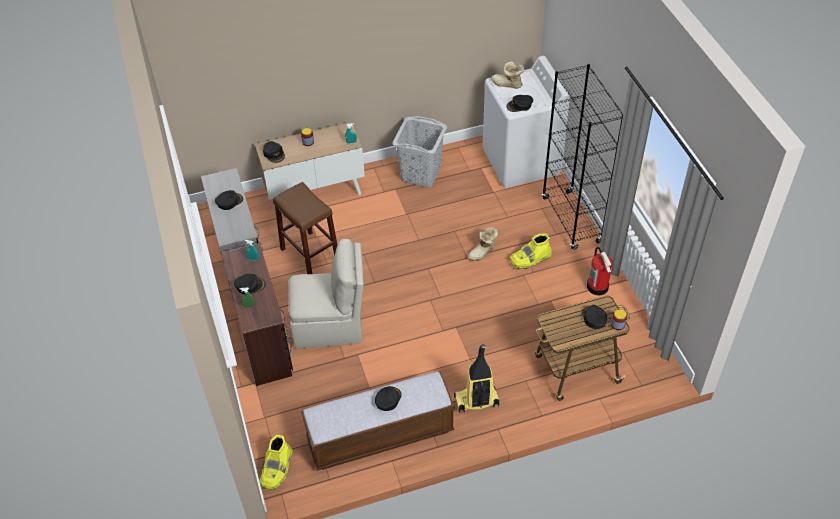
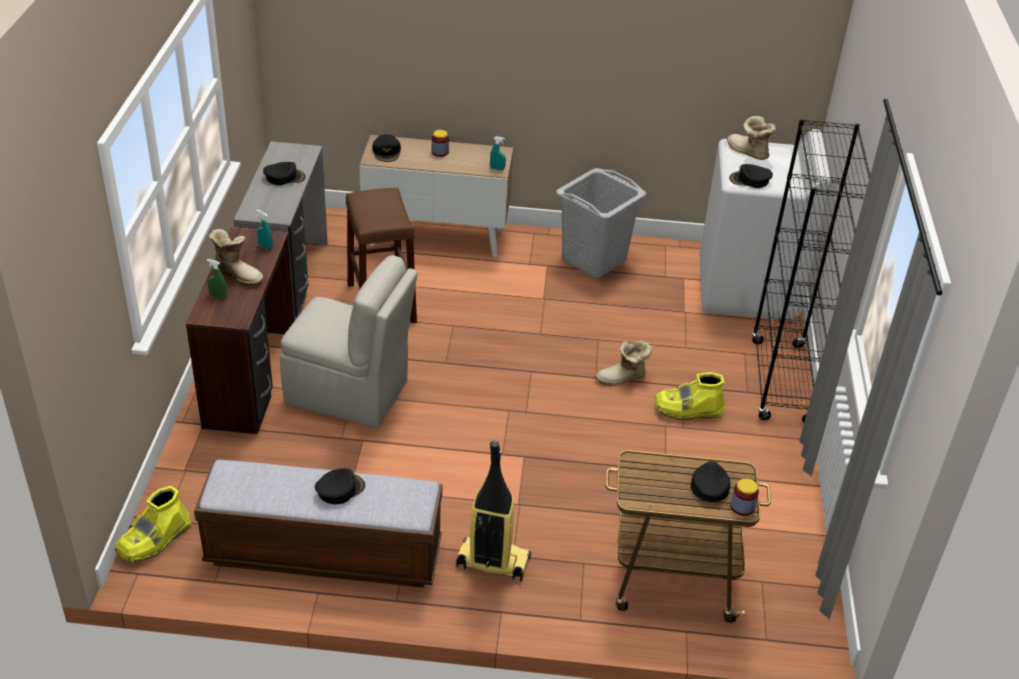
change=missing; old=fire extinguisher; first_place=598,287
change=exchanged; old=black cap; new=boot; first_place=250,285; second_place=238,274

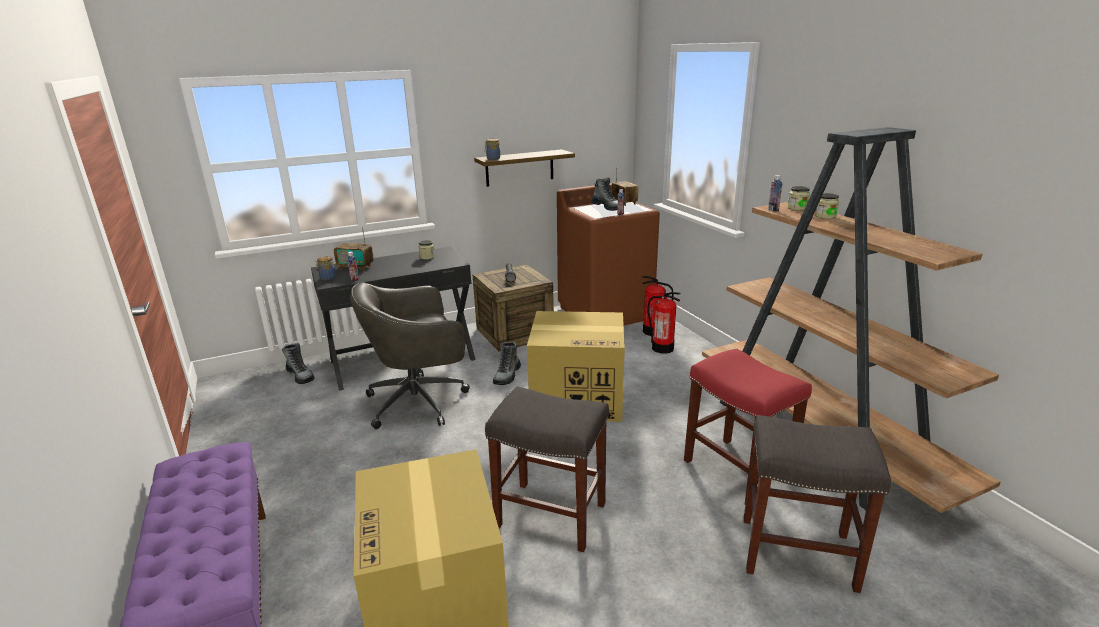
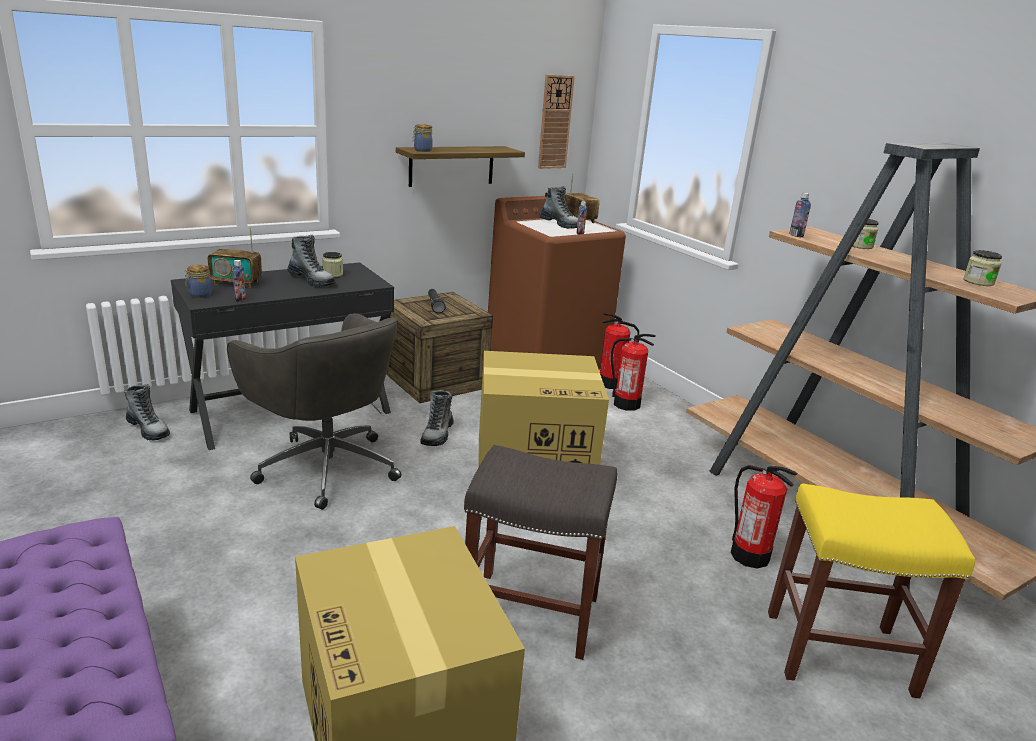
change=appeared; new=boot; second_place=312,280
change=appeared; new=wall clock; second_place=555,122
change=relocated; old=jar; first_place=797,208; second_place=978,282
change=exchanged; old=red stool; new=fire extinguisher; first_place=738,471; second_place=749,555
change=colour; old=grey stool; new=yellow stool; first_place=795,553; second_place=837,653
change=spun; old=grey office chair; first_place=419,401; second_place=326,466; degrees=-105

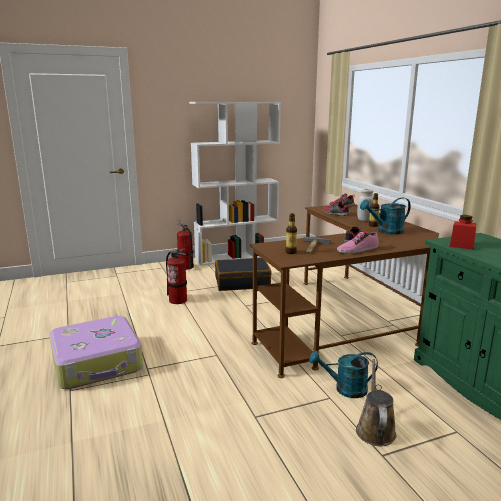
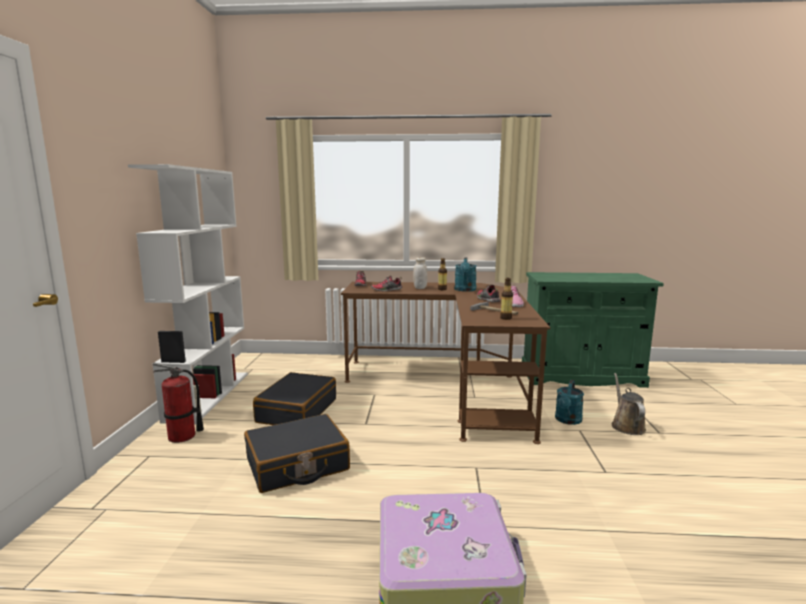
change=missing; old=red jar; first_place=461,245
change=exchanged; old=fire extinguisher; new=black suitcase; first_place=178,300; second_place=297,465
change=spun; old=brown watering can; first_place=375,429; second_place=626,425; degrees=60

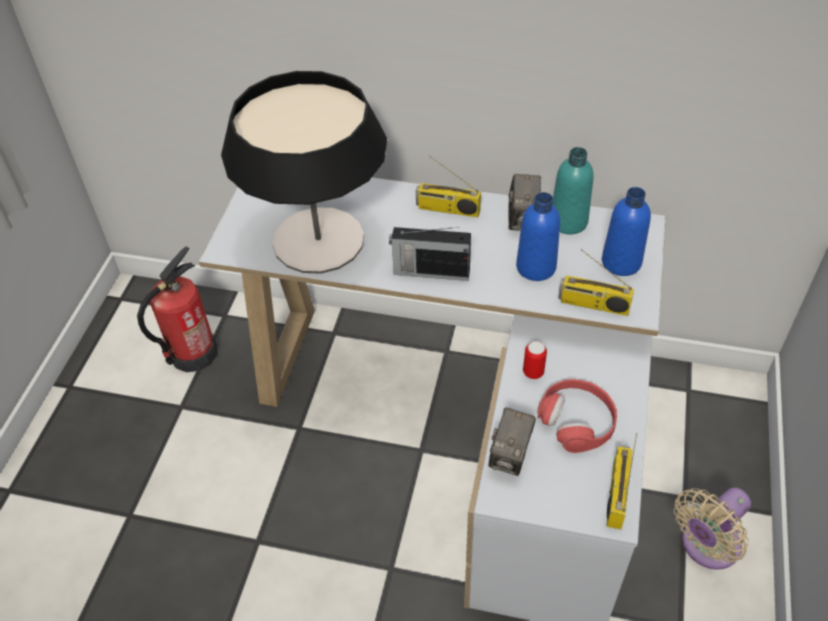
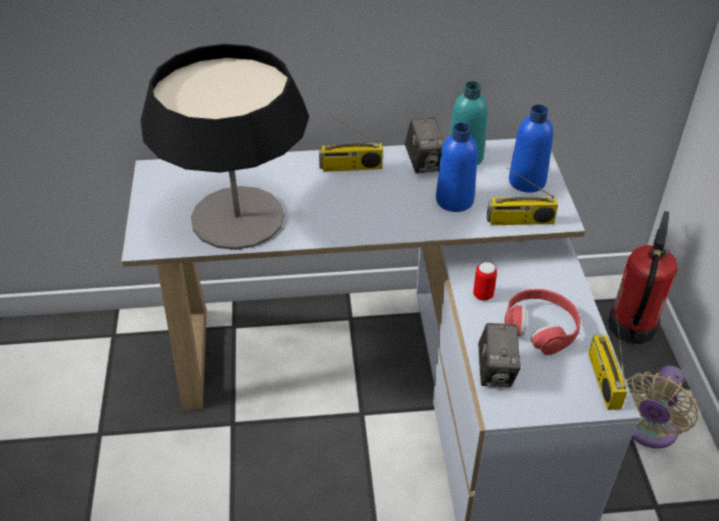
change=missing; old=radio; first_place=430,271
change=relocated; old=fire extinguisher; first_place=192,354; second_place=631,326

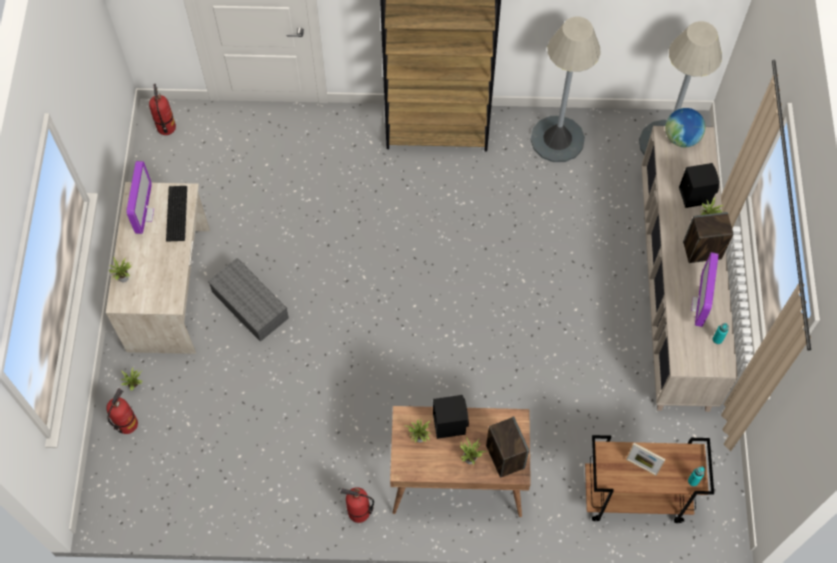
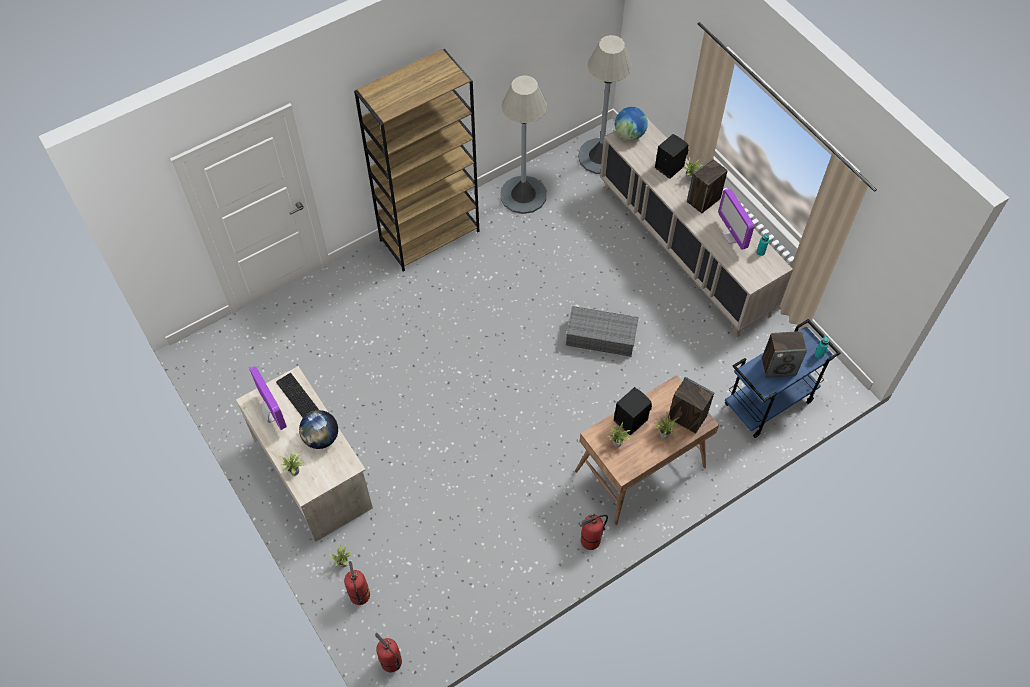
change=appeared; new=globe; second_place=321,438
change=relocated; old=fire extinguisher; first_place=166,127; second_place=391,662
change=relocated; old=grey storage box; first_place=251,305; second_place=602,336
change=exchanged; old=picture frame; new=speaker; first_place=641,466; second_place=779,366
change=colour; old=brown cart; new=blue cart; first_place=634,496; second_place=768,404

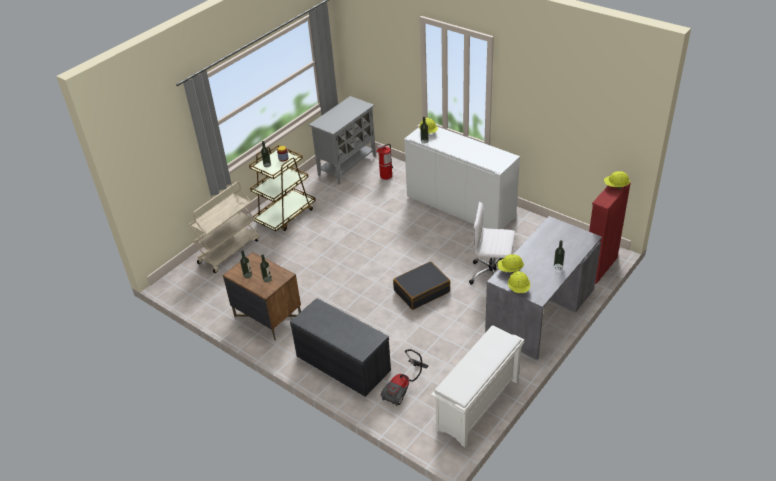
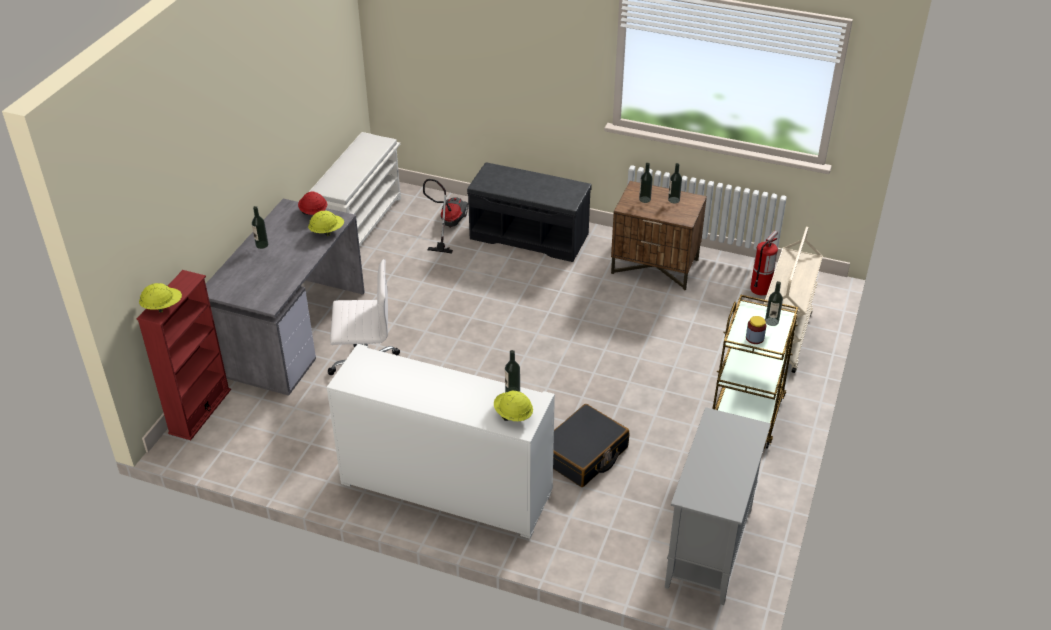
change=relocated; old=fire extinguisher; first_place=386,176; second_place=760,289
change=relocated; old=black suitcase; first_place=421,291; second_place=584,454
change=colour; old=yellow hard hat; new=red hard hat; first_place=518,288; second_place=313,212

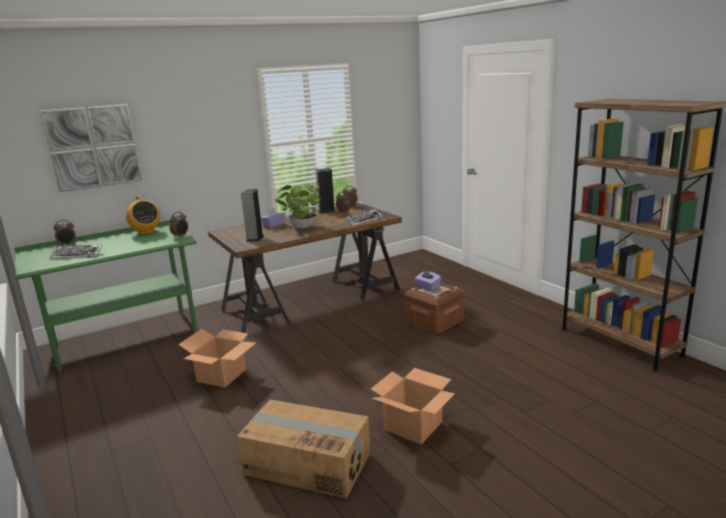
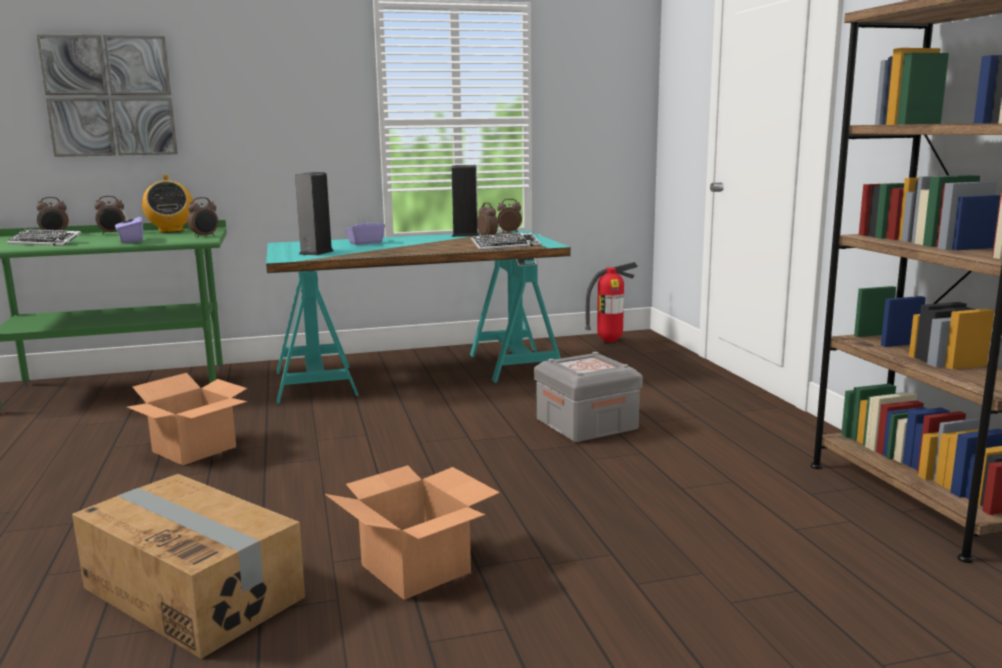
change=missing; old=potted plant; first_place=301,227
change=appeared; new=alarm clock; second_place=112,233
change=appeared; new=fire extinguisher; second_place=609,341
change=relocated; old=purple tissue box; first_place=427,287; second_place=131,241
change=colour; old=brown desk; new=turquoise desk; first_place=312,299; second_place=418,373
change=colour; old=brown storage box; new=grey storage box; first_place=434,321; second_place=586,424

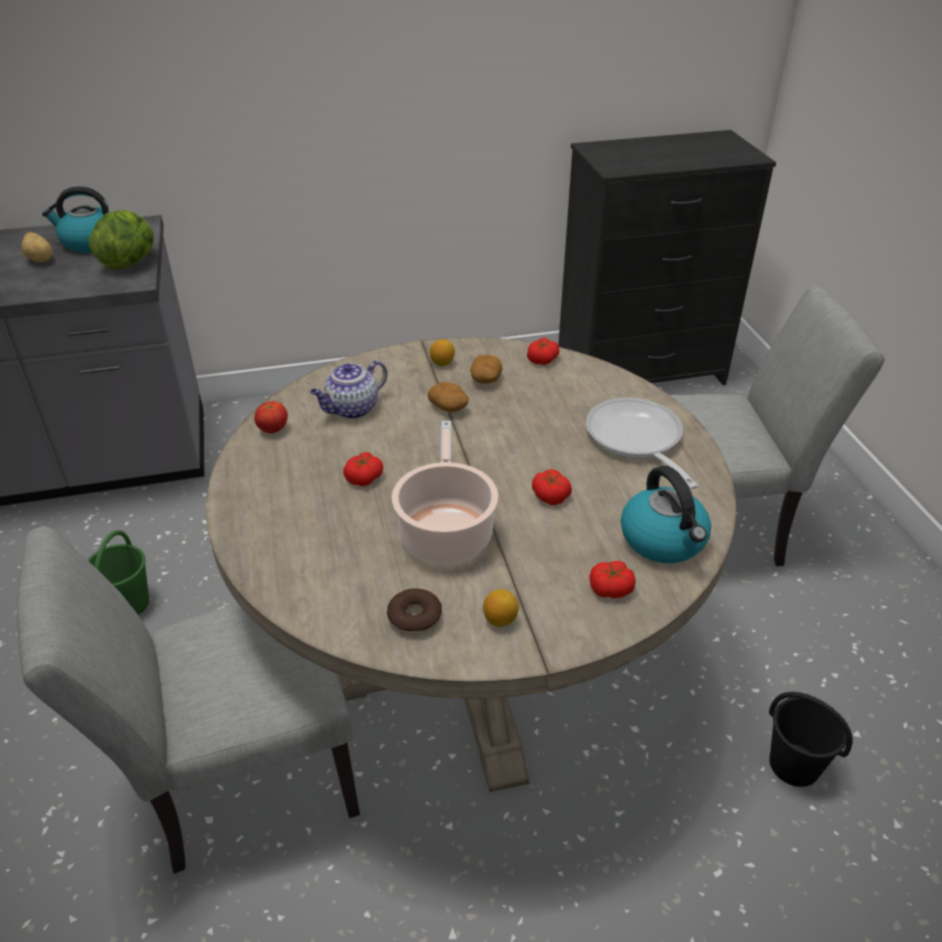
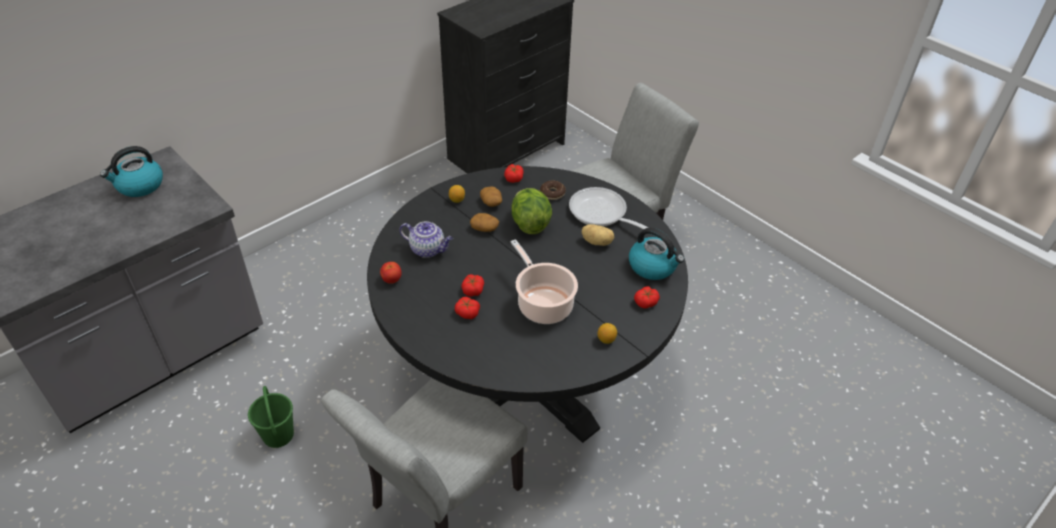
change=missing; old=black bucket; first_place=793,764
change=relocated; old=potato; first_place=41,259; second_place=597,242
change=relocated; old=lettuce; first_place=130,262; second_place=529,224
change=relocated; old=donut; first_place=414,618; second_place=552,193
change=relocated; old=tomato; first_place=550,496; second_place=467,313
change=colour; old=beige dining table; new=black dining table; first_place=470,660; second_place=524,377
change=spun; old=teapot; first_place=351,409; second_place=428,250; degrees=-90

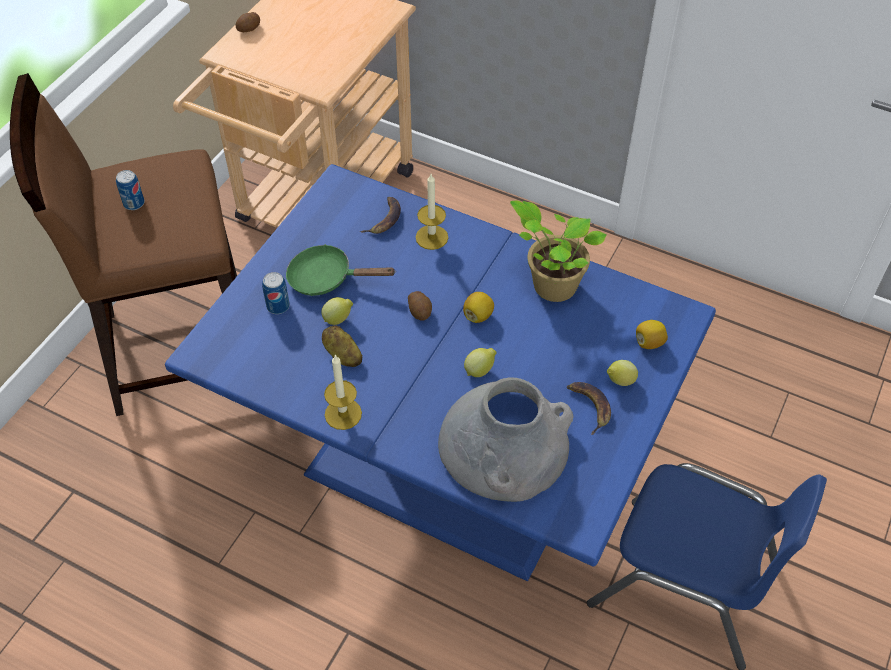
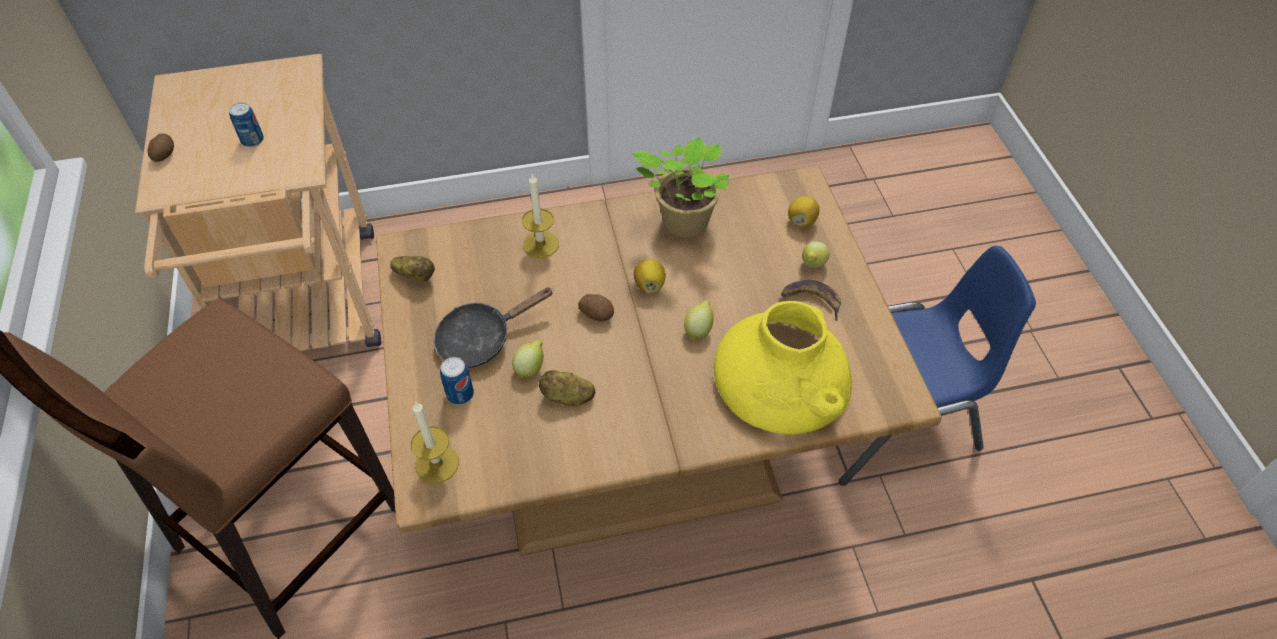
change=missing; old=banana; first_place=384,219
change=appeared; new=potato; second_place=415,275
change=relocated; old=can; first_place=134,203; second_place=252,140
change=relocated; old=candle; first_place=343,414; second_place=437,464
change=colour; old=blue dining table; new=brown dining table; first_place=445,472; second_place=638,463
change=colour; old=green frying pan; new=black frying pan; first_place=327,278; second_place=481,339
change=colour; old=grey vase; new=yellow vase; first_place=505,444; second_place=782,376

